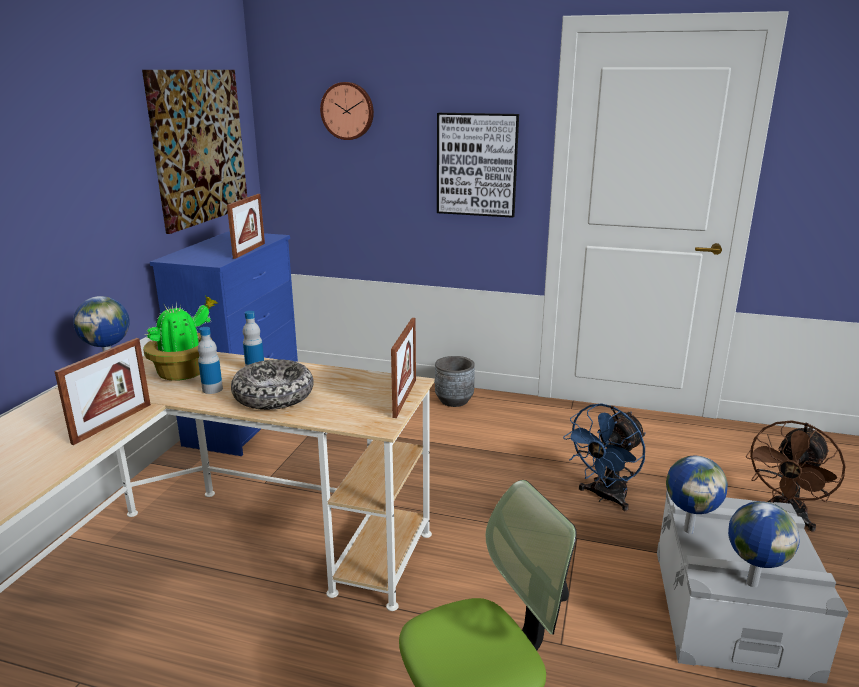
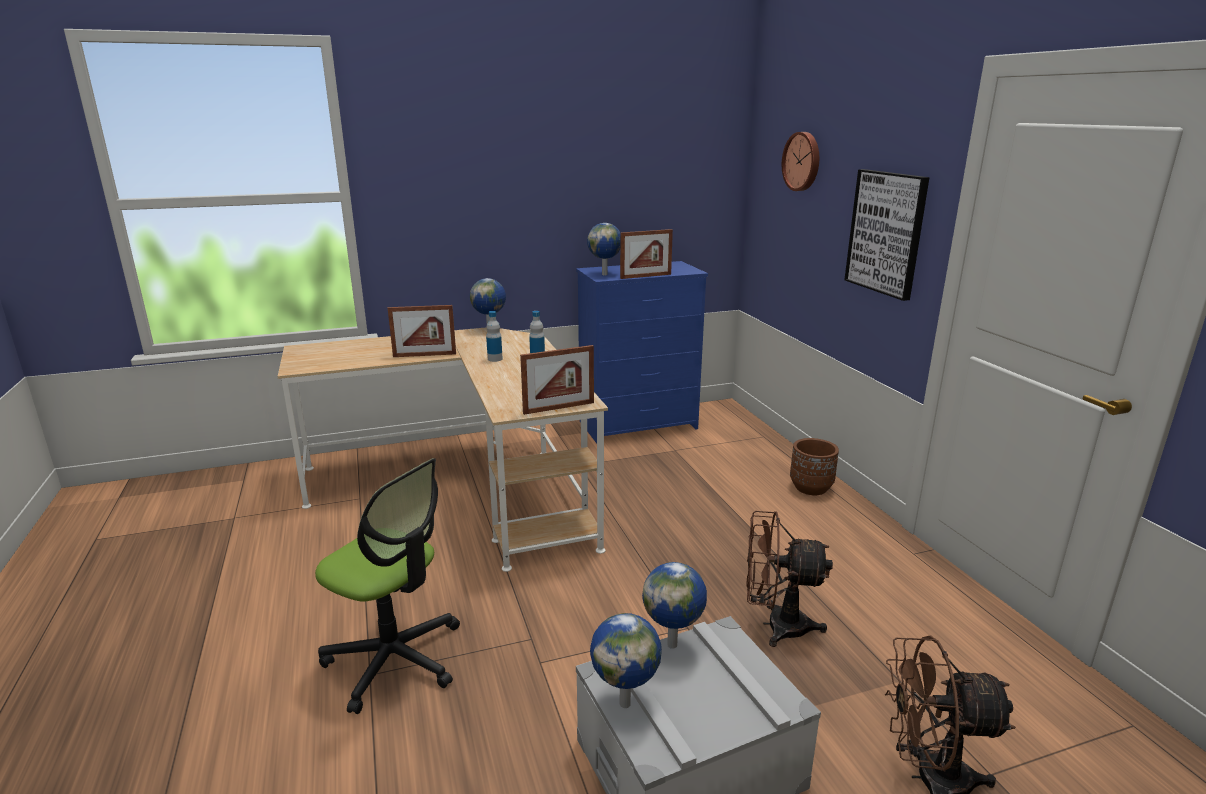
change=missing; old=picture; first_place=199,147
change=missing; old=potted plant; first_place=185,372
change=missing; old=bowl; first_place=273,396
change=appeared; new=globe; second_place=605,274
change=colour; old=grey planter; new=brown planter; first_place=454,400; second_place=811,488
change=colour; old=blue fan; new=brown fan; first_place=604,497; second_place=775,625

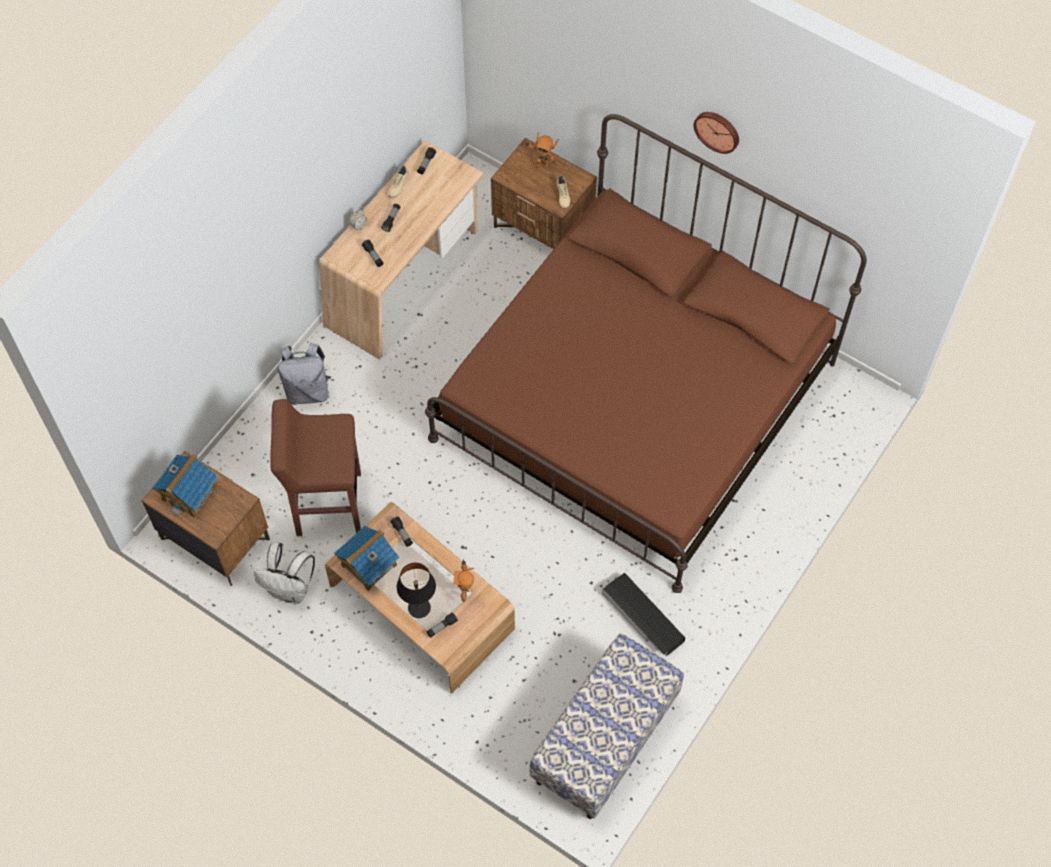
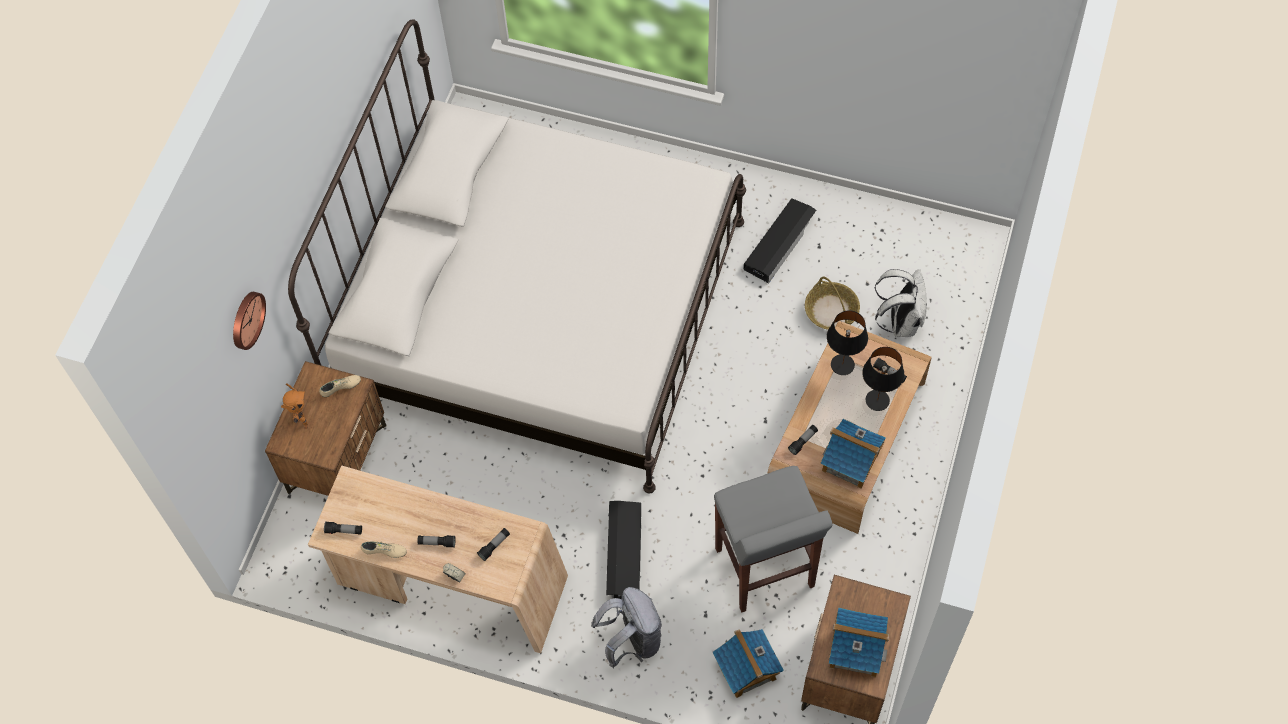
change=missing; old=bench; first_place=605,740
change=appeared; new=black storage box; second_place=623,553
change=appeared; new=toy house; second_place=746,670
change=appeared; new=basket; second_place=831,311
change=relocated; old=white backpack; first_place=290,590; second_place=900,321
change=relocated; old=wall clock; first_place=717,130; second_place=246,319
change=exchanged; old=toy robot; new=black table lamp; first_place=465,591; second_place=842,364
change=colour; old=brown stool; new=grey stool; first_place=327,504; second_place=764,569
change=colour; old=brown bed; new=white bed; first_place=635,400; second_place=539,310

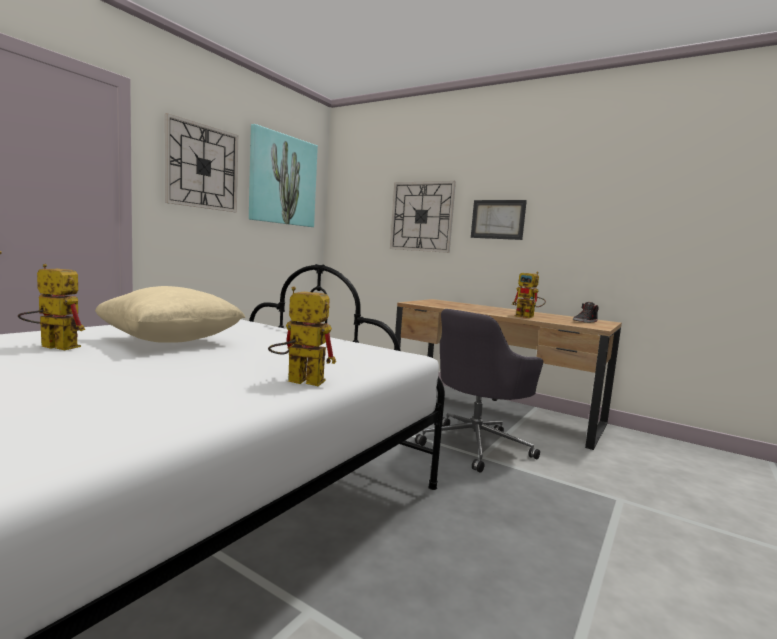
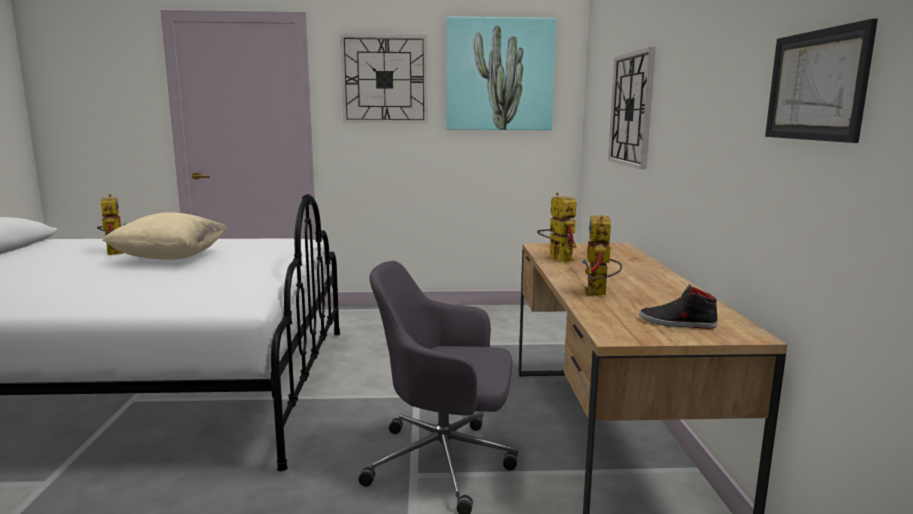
change=relocated; old=toy robot; first_place=297,381; second_place=556,258
change=relocated; old=picture; first_place=498,219; second_place=816,85

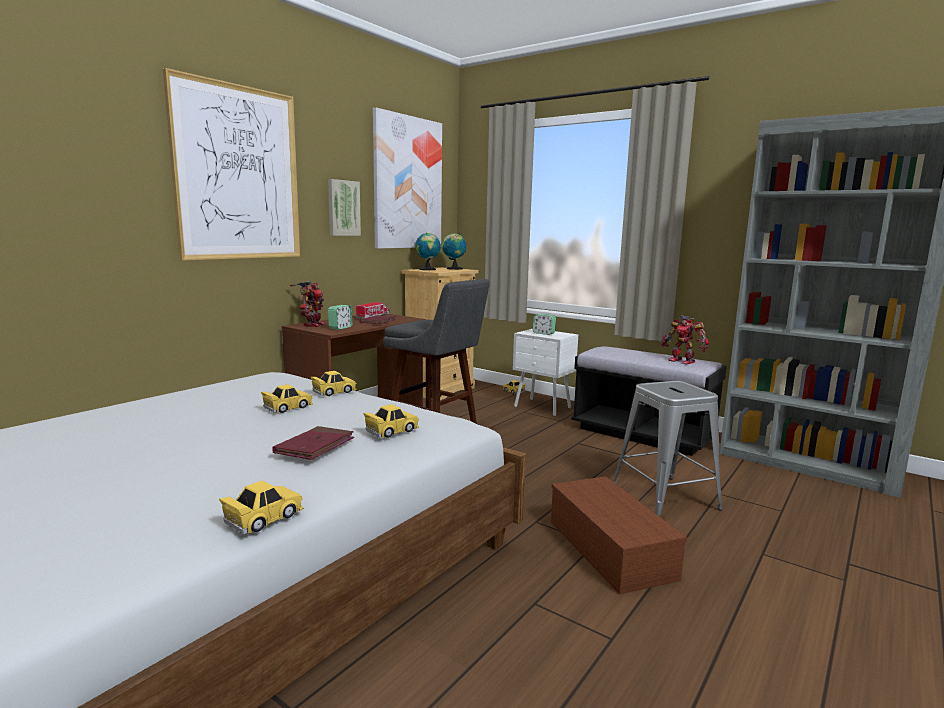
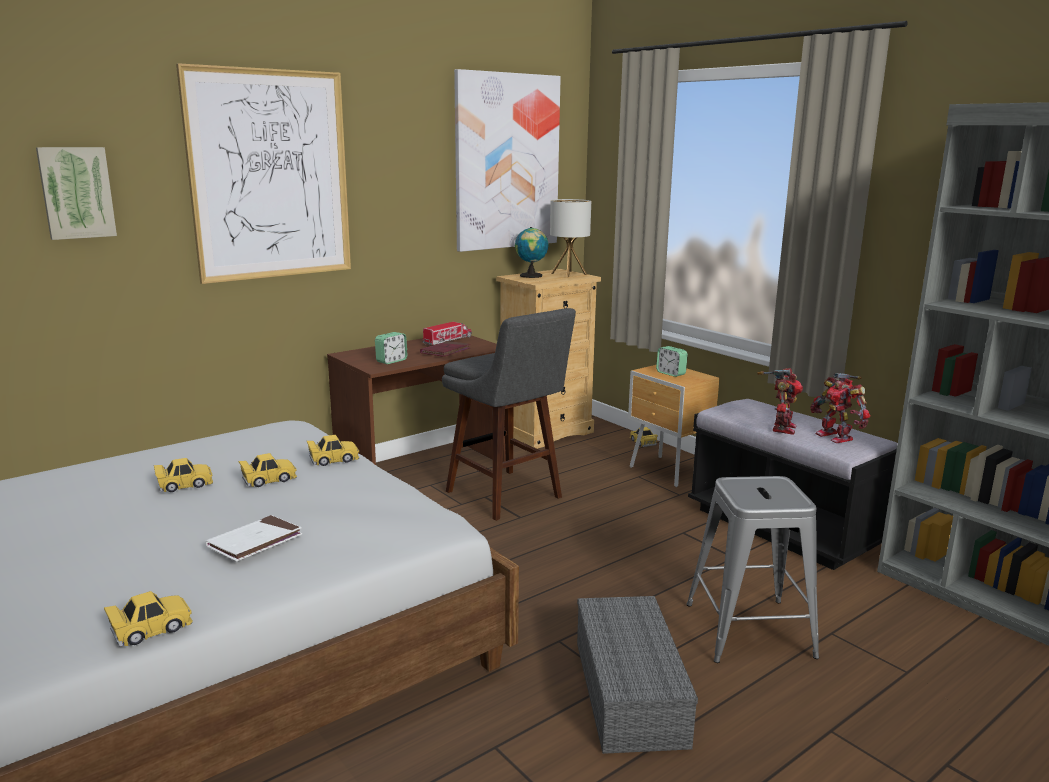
change=relocated; old=toy robot; first_place=312,324; second_place=781,428
change=relocated; old=picture; first_place=343,208; second_place=76,192
change=relocated; old=yellow toy car; first_place=392,431; second_place=185,485
change=exchanged; old=globe; new=table lamp; first_place=453,269; second_place=568,274
change=colour; old=red book; new=white book; first_place=315,446; second_place=255,542
change=colour; old=white nightstand; new=brown nightstand; first_place=543,408; second_place=668,472
change=colour; old=brown storage box; new=grey storage box; first_place=612,549; second_place=631,693

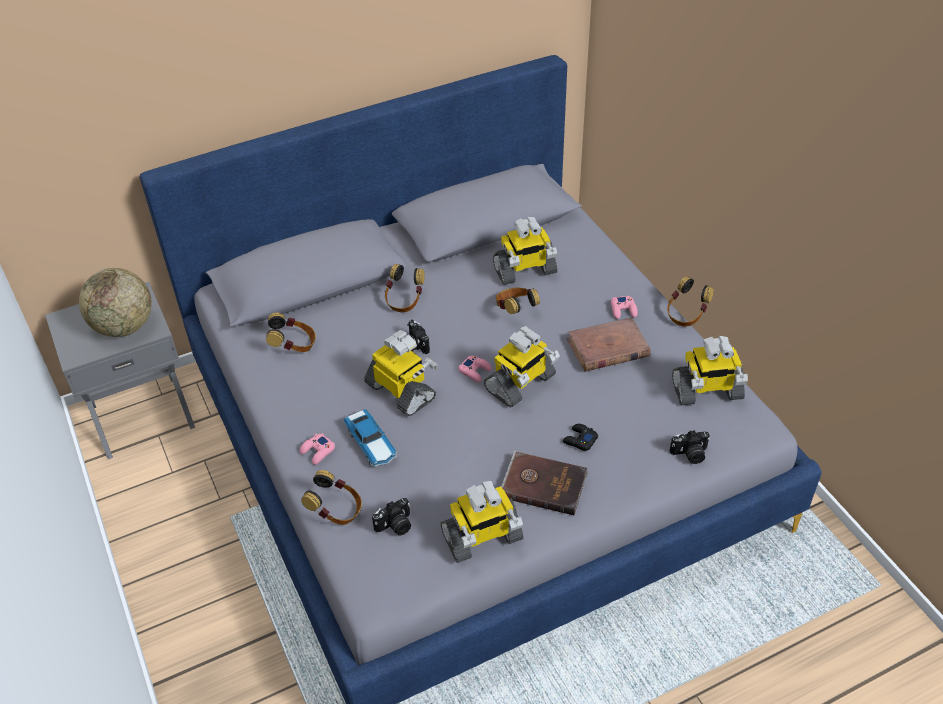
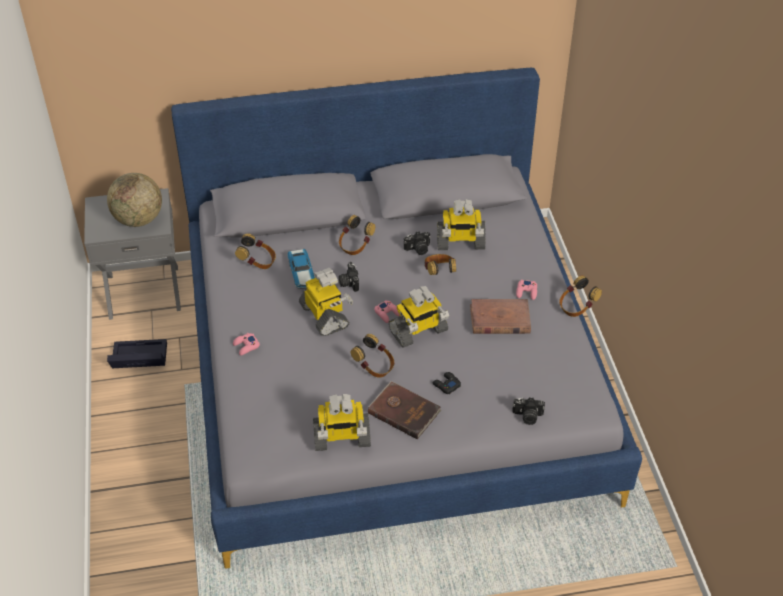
change=missing; old=toy robot; first_place=706,391
change=appeared; new=black storage box; second_place=137,360
change=relocated; old=headphones; first_place=336,511; second_place=374,367
change=relocated; old=toy car; first_place=371,444; second_place=302,274
change=relocated; old=photo camera; first_place=395,526; second_place=418,249

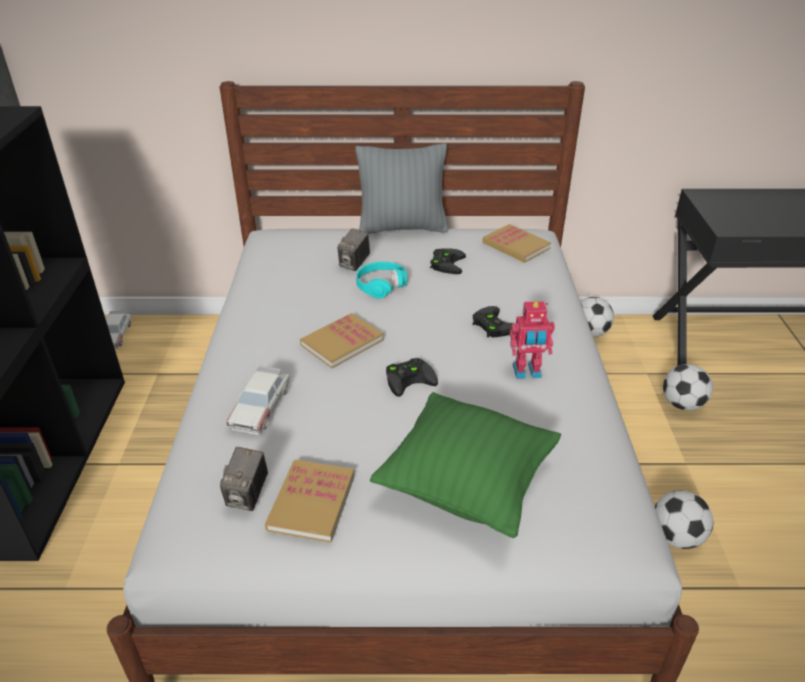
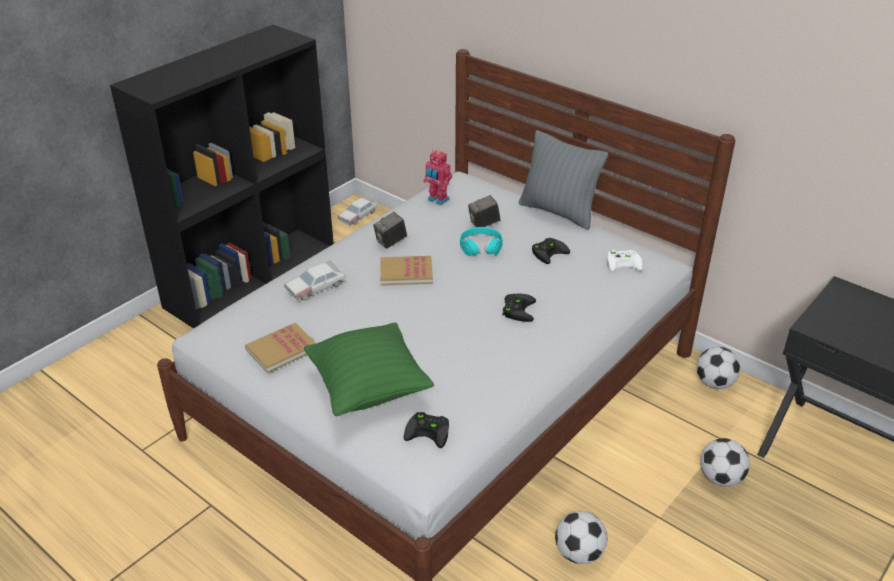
change=relocated; old=photo camera; first_place=248,495; second_place=391,242
change=relocated; old=black game controller; first_place=410,378; second_place=429,431
change=relocated; old=toy robot; first_place=527,372; second_place=437,200
change=exchanged; old=book; new=white game controller; first_place=516,246; second_place=624,262

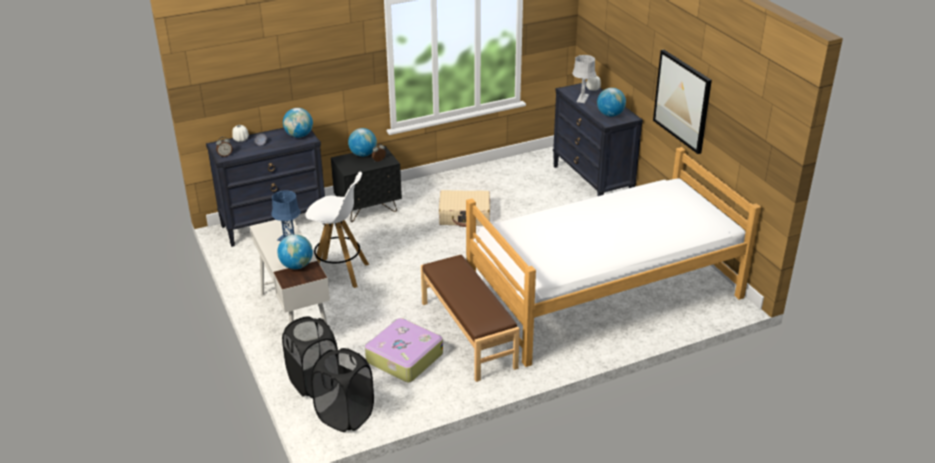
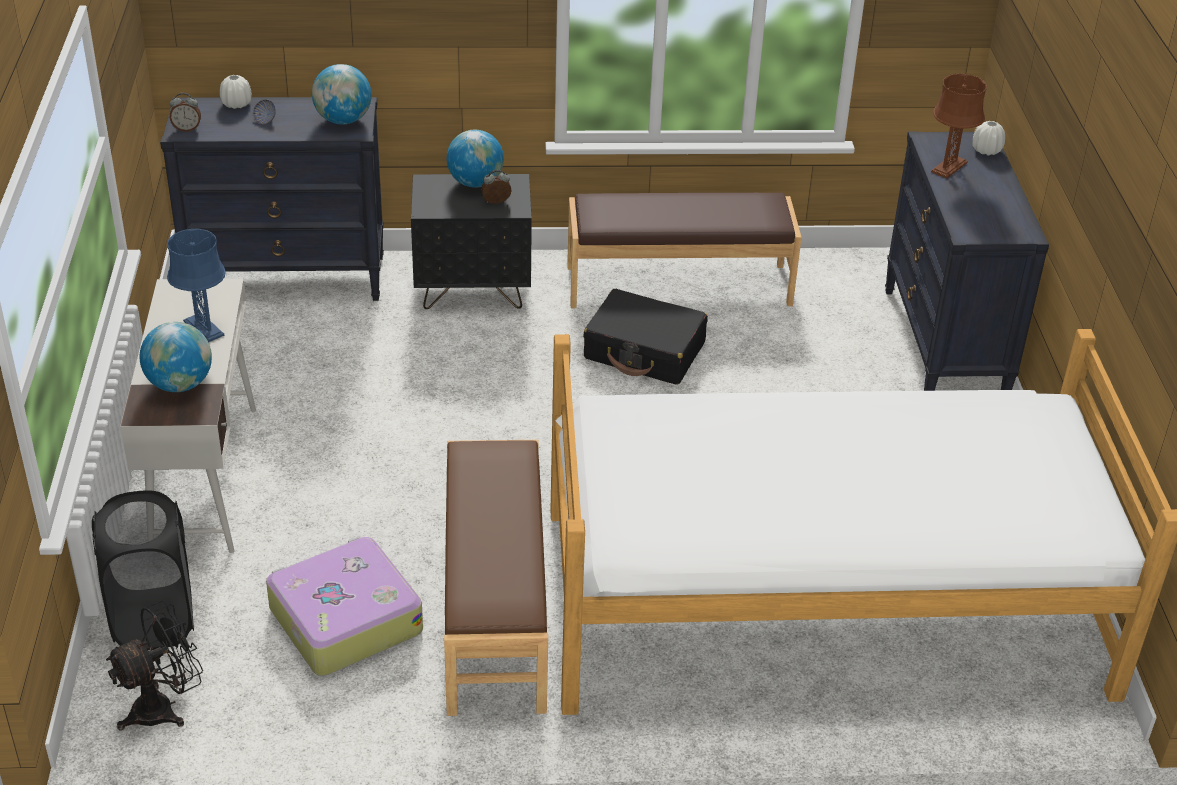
change=missing; old=white stool; first_place=340,272
change=missing; old=globe; first_place=610,115
change=missing; old=picture; first_place=682,100
change=appeared; new=brown bench; second_place=678,284
change=exchanged; old=black laundry basket; new=black fan; first_place=345,416; second_place=163,707
change=colour; old=beige suitcase; new=black suitcase; first_place=465,215; second_place=645,351
change=colour; old=grey table lamp; new=brown table lamp; first_place=582,98; second_place=949,167

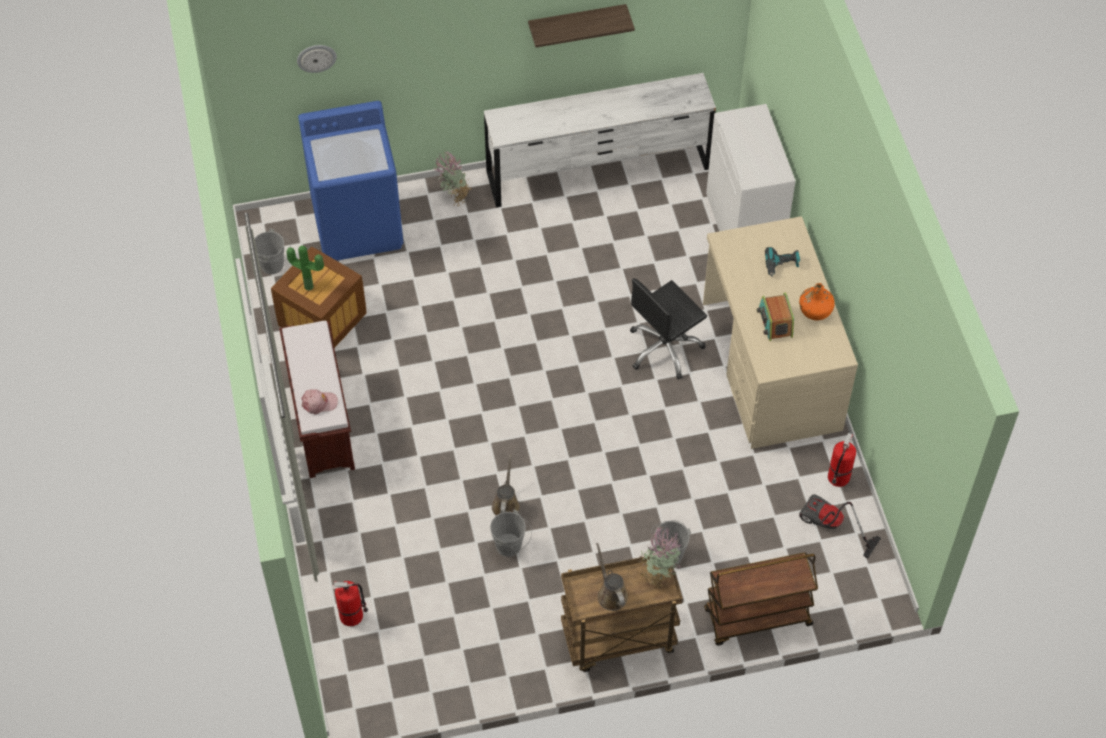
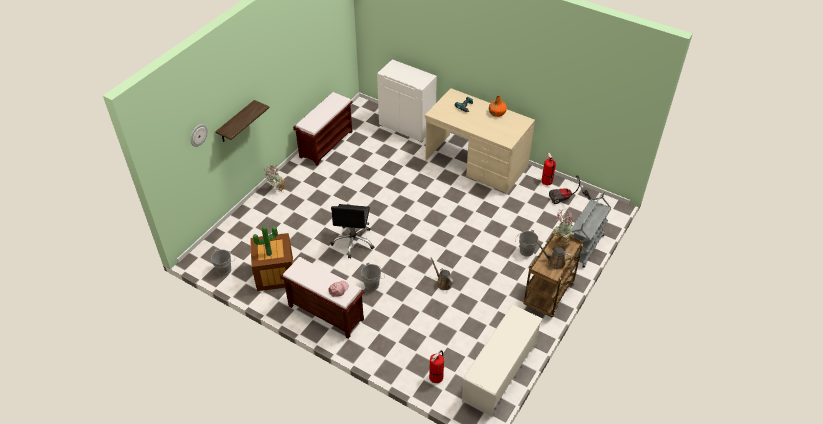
change=missing; old=blue washing machine; first_place=358,225
change=missing; old=radio; first_place=775,322
change=appeared; new=white shoe rack; second_place=500,373
change=relocated; old=grey bucket; first_place=511,546; second_place=373,284
change=relocated; old=shelf; first_place=577,23; second_place=236,122
change=relocated; old=black office chair; first_place=665,348; second_place=353,241
change=exchanged; old=white dresser; new=brown bench; first_place=598,171; second_place=326,144
change=colour; old=brown cart; new=grey cart; first_place=757,618; second_place=584,247

